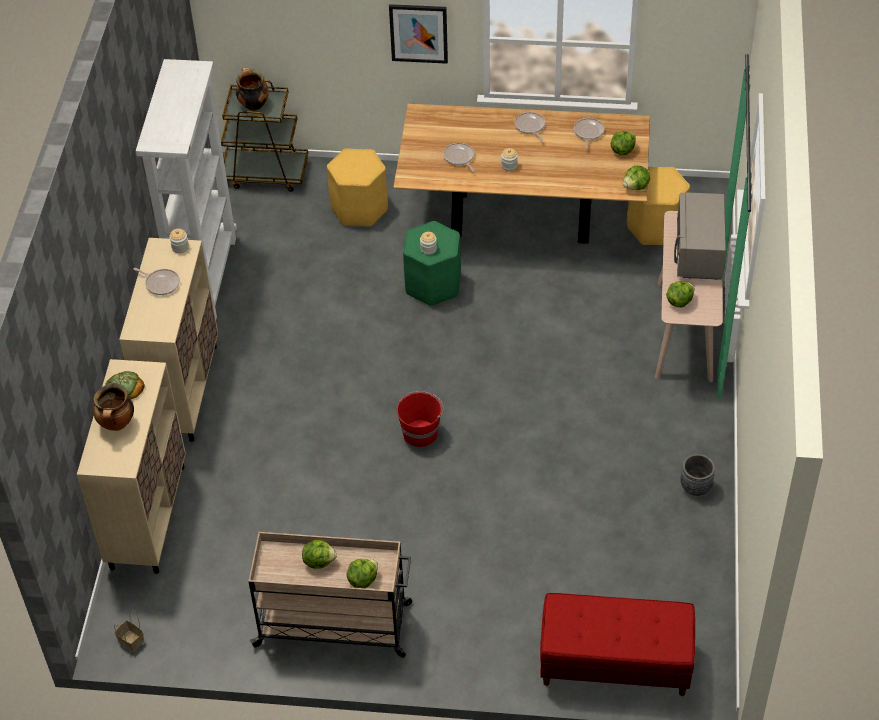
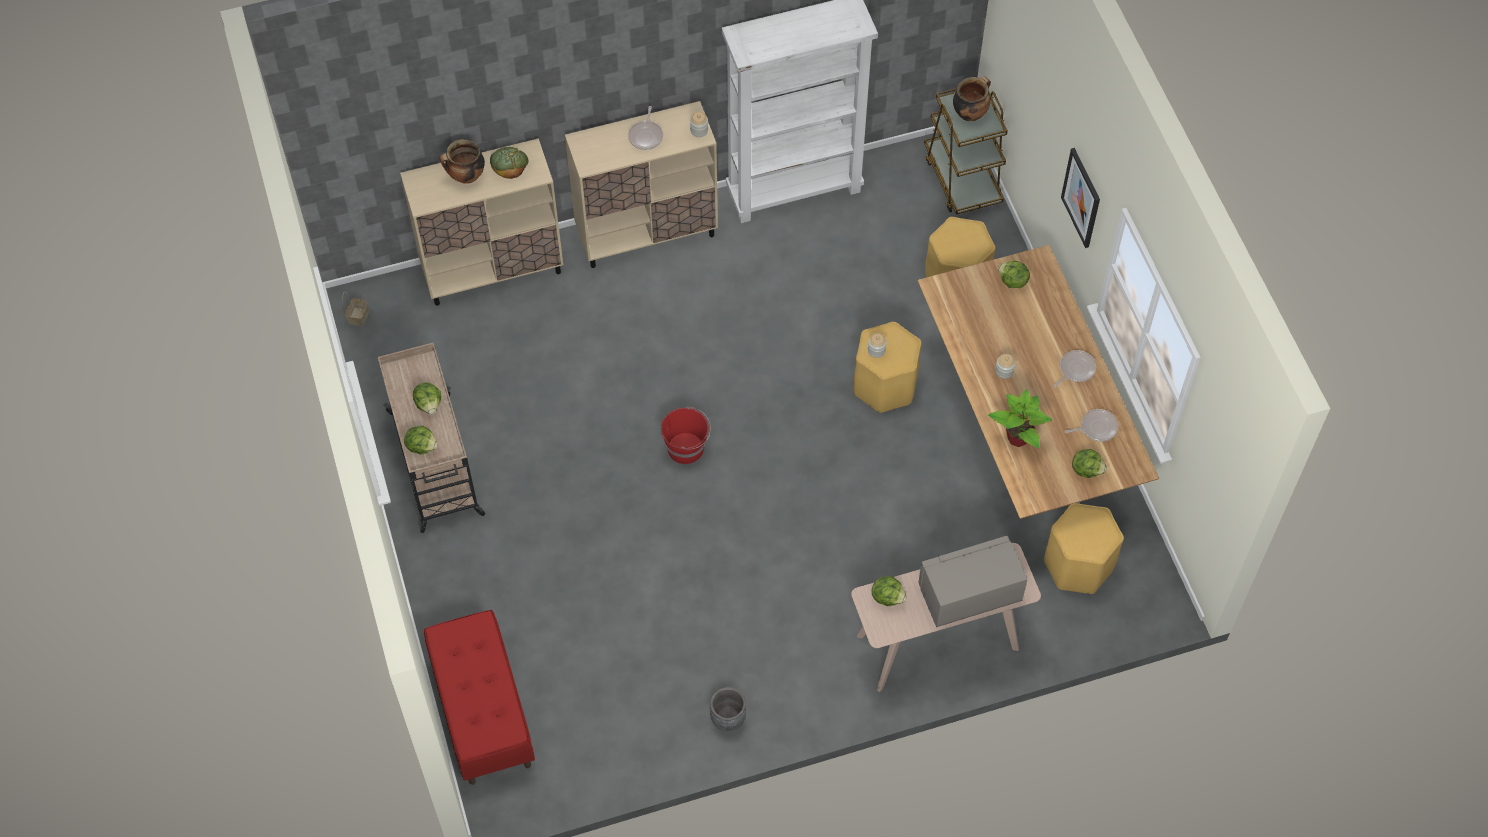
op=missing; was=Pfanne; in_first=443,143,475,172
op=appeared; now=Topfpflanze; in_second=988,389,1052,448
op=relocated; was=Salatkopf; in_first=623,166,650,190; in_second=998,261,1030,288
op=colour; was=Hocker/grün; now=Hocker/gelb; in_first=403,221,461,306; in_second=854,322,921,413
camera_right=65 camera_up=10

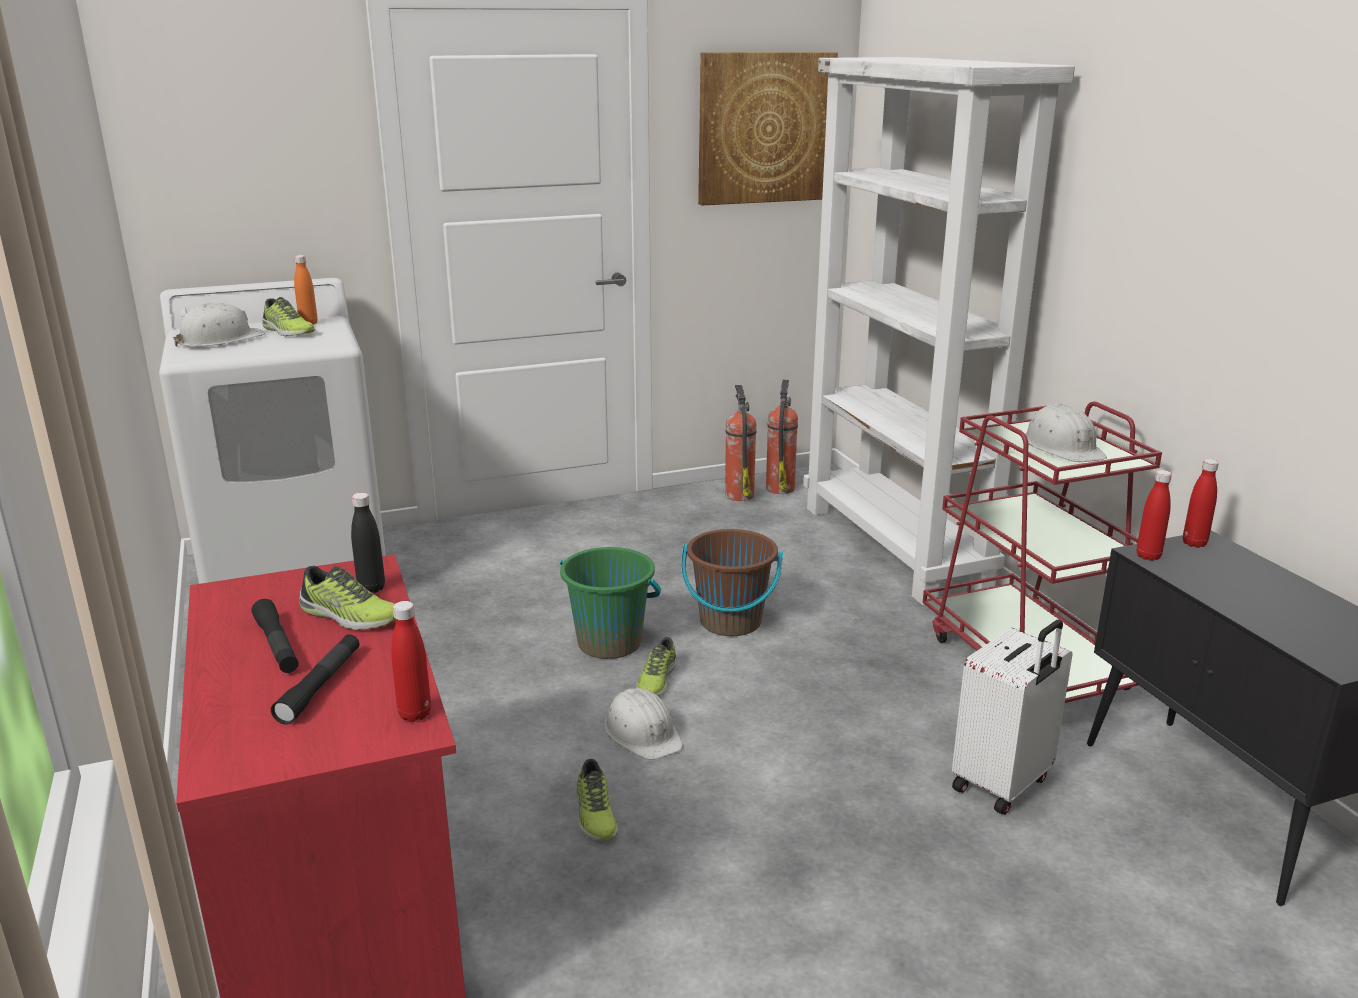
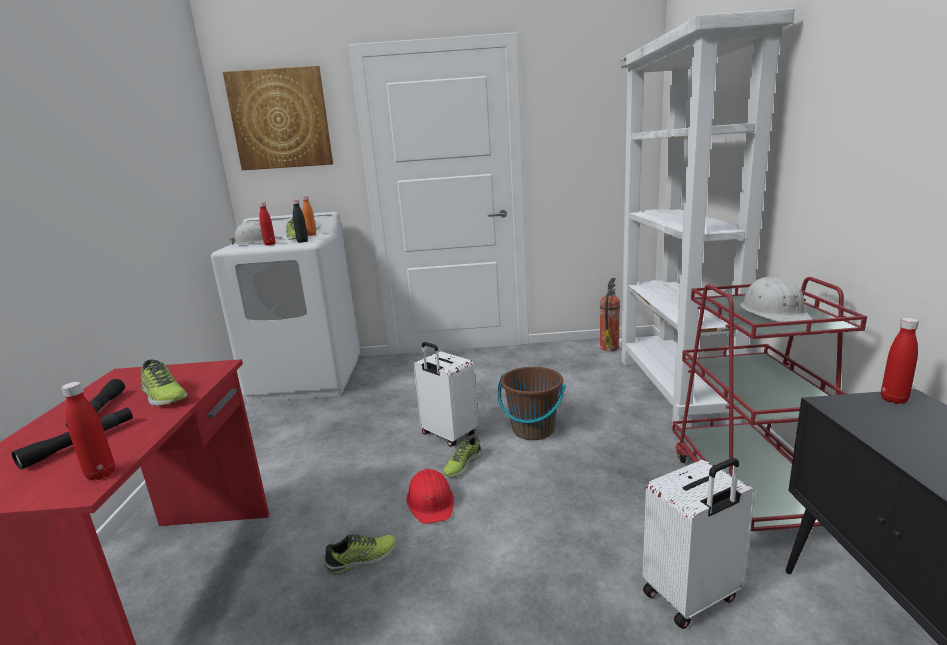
op=missing; was=Feuerlöscher; in_first=725,385,757,501
op=relocated; was=Flasche/schwarz; in_first=351,493,385,593; in_second=292,200,308,243
op=relocated; was=Bild; in_first=698,52,838,205; in_second=223,66,333,170
op=relocated; was=Flasche/rot; in_first=1136,470,1172,561; in_second=259,202,275,245
op=exchanged; was=Eimer/grün; now=Koffer/weiß; in_first=560,547,661,659; in_second=414,342,478,447
op=colour; was=Schutzhelm/weiß; now=Schutzhelm/rot; in_first=604,688,683,760; in_second=407,469,454,524
op=spun; was=Schuh; in_first=576,759,618,840; in_second=324,534,396,575; clockwise=-120
camera_right=20 camera_up=-5

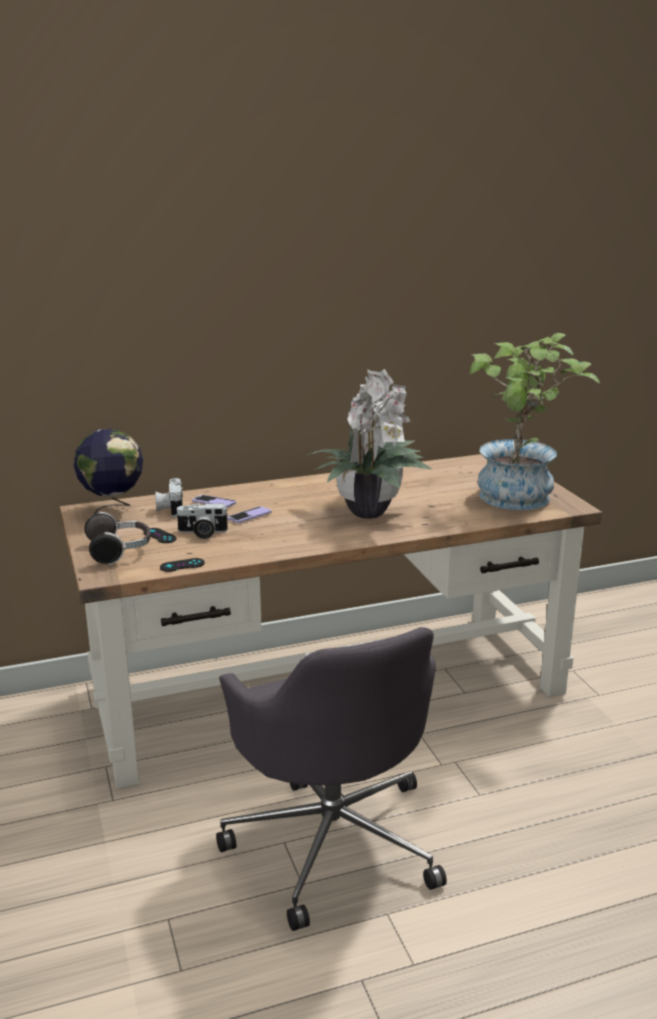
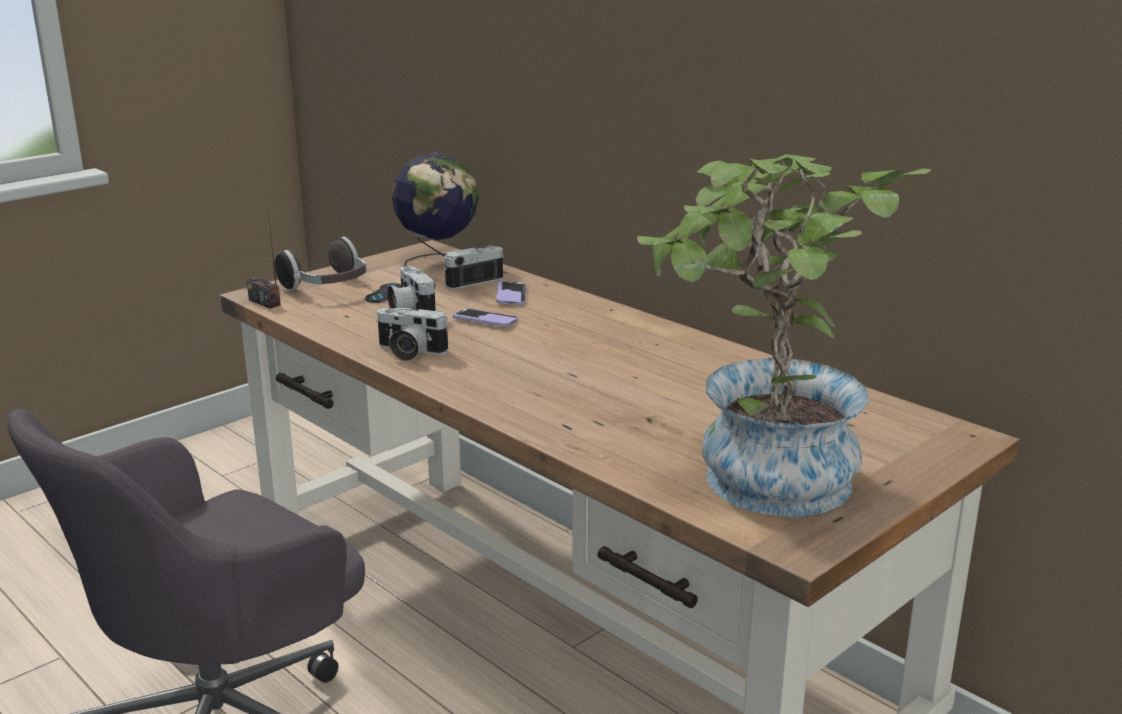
op=missing; was=Gamepad/schwarz; in_first=160,558,205,572
op=missing; was=Topfpflanze; in_first=308,369,432,519
op=appeared; now=Radio; in_second=247,210,281,309
op=appeared; now=Kamera; in_second=376,308,449,361
camera_right=65 camera_up=0

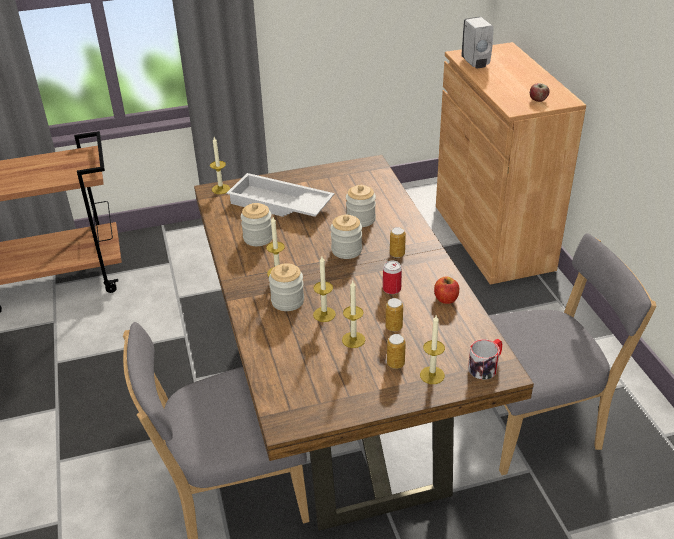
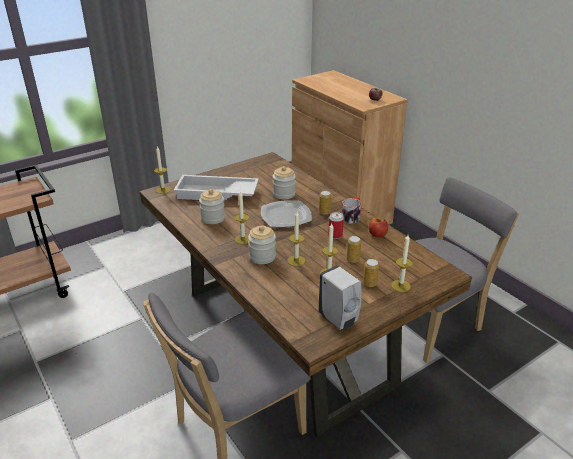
op=relocated; was=Seifenspender/weiß; in_first=461,16,493,69; in_second=318,265,362,330
op=relocated; was=Henkelbecher; in_first=468,339,502,380; in_second=342,197,361,223
op=exchanged; was=Vorratsglas; now=Teller; in_first=331,215,362,259; in_second=261,200,312,227
camera_right=-20 camera_up=-5

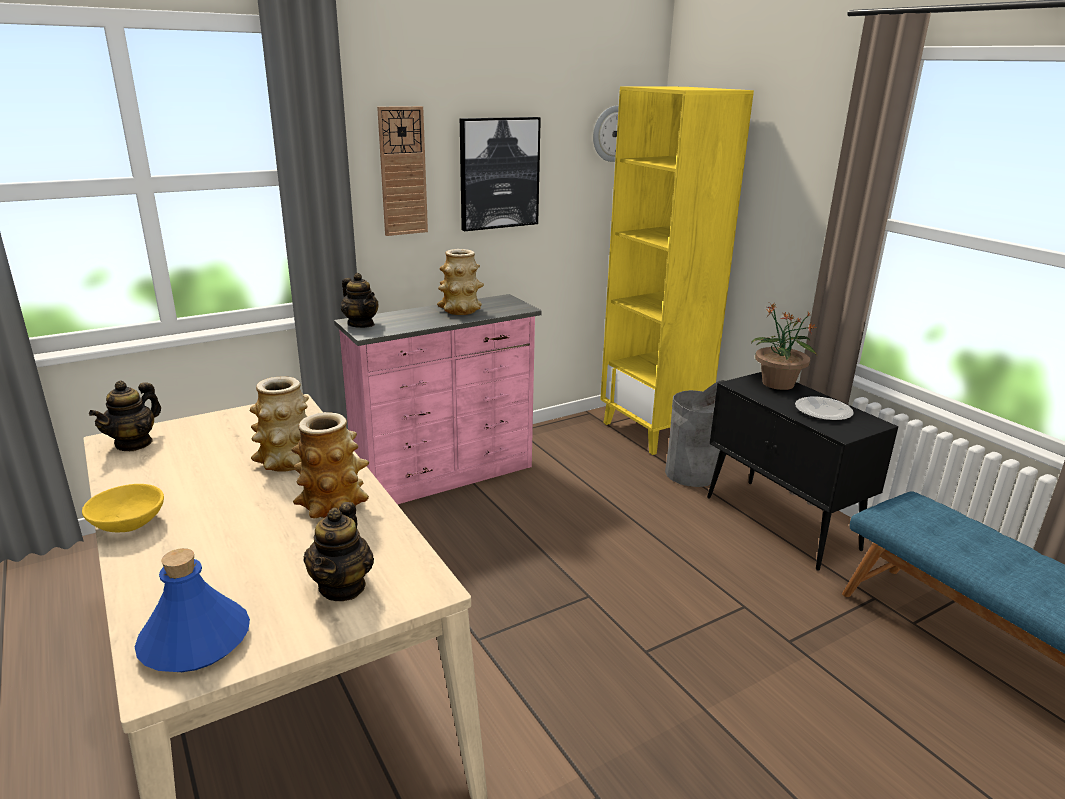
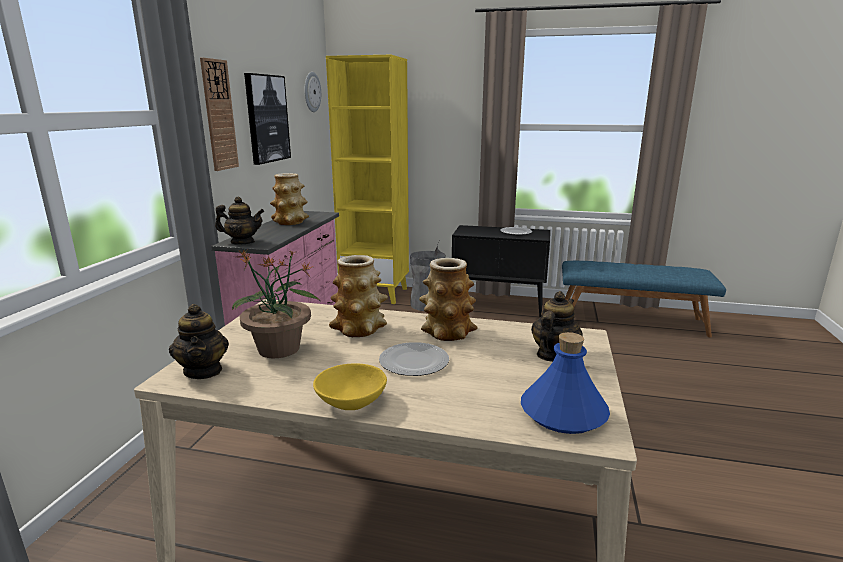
op=appeared; now=Teller; in_second=379,342,449,376
op=relocated; was=Topfpflanze; in_first=751,303,817,390; in_second=232,249,319,358
op=spun; was=Teekanne; in_first=303,502,374,601; in_second=531,291,583,362; clockwise=-105
camera_right=-45 camera_up=-5

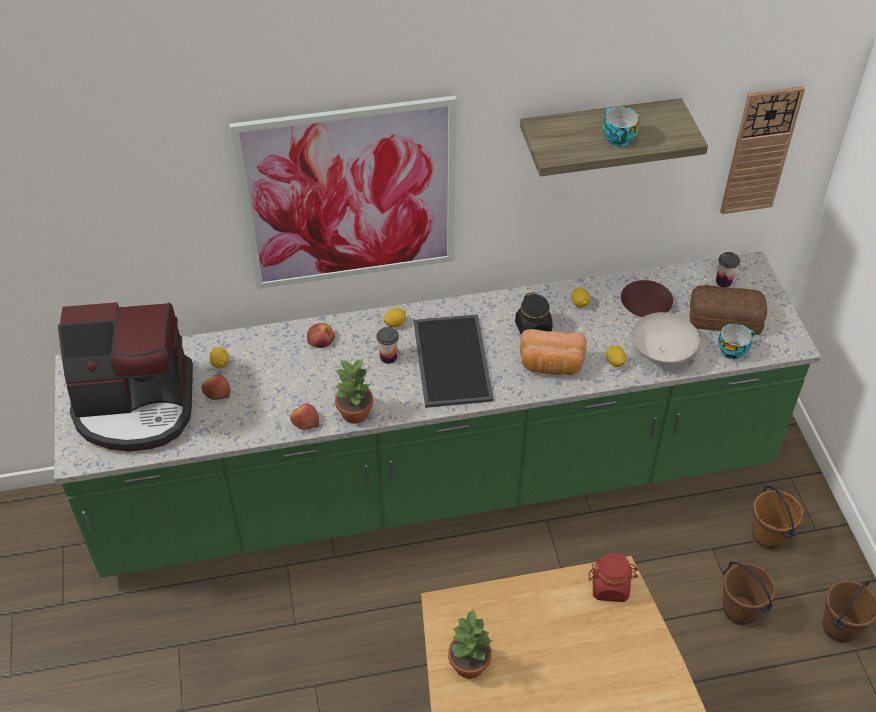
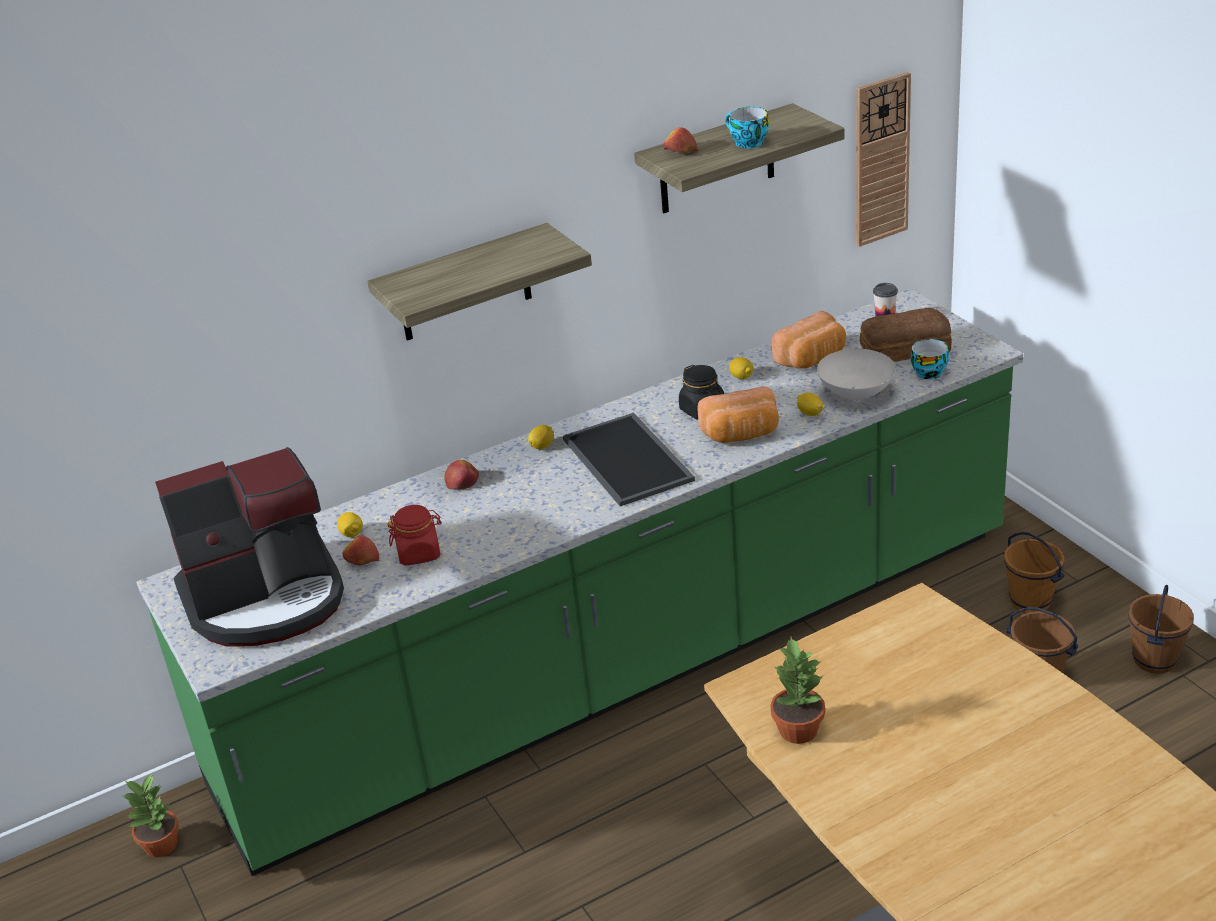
op=missing; was=Tasse; in_first=376,327,399,364
op=relocated; was=Apfel; in_first=290,403,319,430; in_second=663,127,698,153
op=relocated; was=Topfpflanze; in_first=334,359,373,424; in_second=121,773,179,857
op=relocated; was=Vorratsglas/rot; in_first=589,552,638,602; in_second=388,505,442,566
op=exchanged; was=Bild; now=Wandregal; in_first=229,96,457,289; in_second=367,223,592,341
op=exchanged; was=Teller/braun; now=Brot; in_first=621,280,673,317; in_second=772,311,846,369
camera_right=-15 camera_up=-15

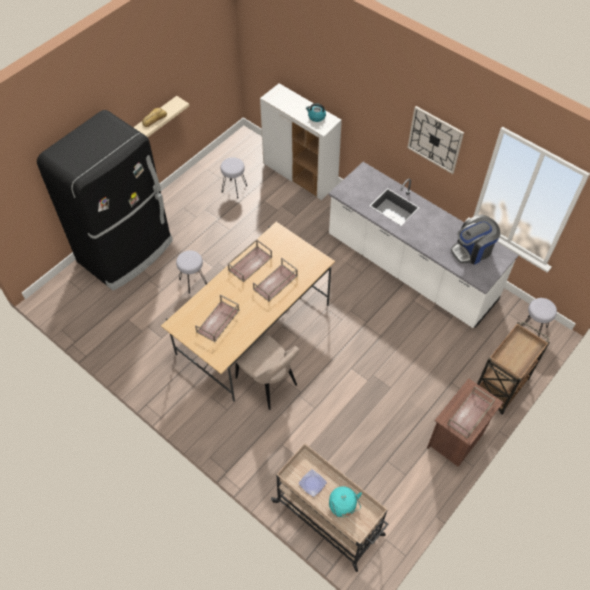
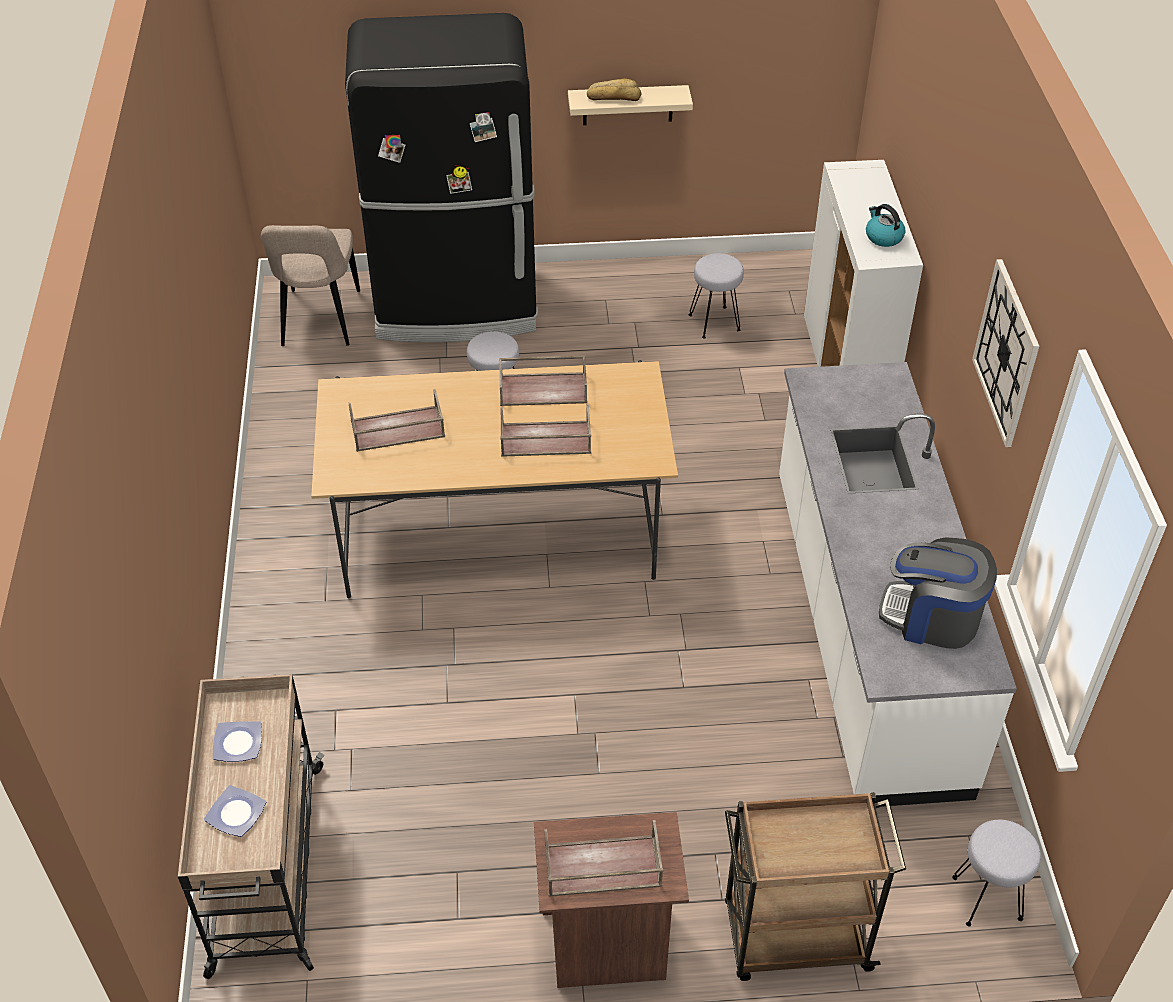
op=relocated; was=Stuhl/beige; in_first=235,333,299,410; in_second=261,225,360,346
op=exchanged; was=Wasserkessel/türkis; now=Teller; in_first=329,486,362,517; in_second=204,785,267,837
camera_right=45 camera_up=-10

